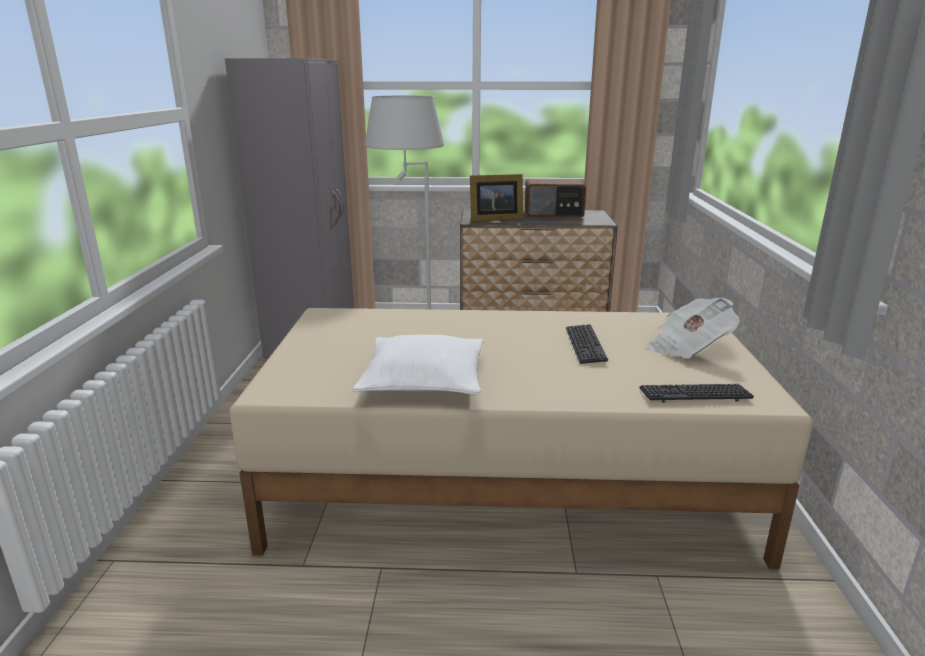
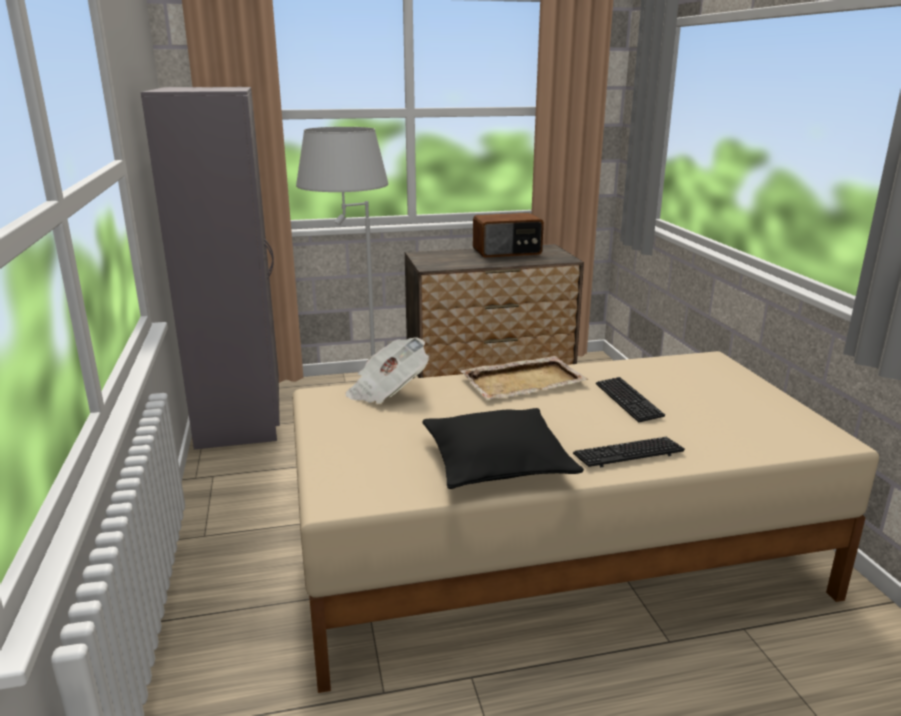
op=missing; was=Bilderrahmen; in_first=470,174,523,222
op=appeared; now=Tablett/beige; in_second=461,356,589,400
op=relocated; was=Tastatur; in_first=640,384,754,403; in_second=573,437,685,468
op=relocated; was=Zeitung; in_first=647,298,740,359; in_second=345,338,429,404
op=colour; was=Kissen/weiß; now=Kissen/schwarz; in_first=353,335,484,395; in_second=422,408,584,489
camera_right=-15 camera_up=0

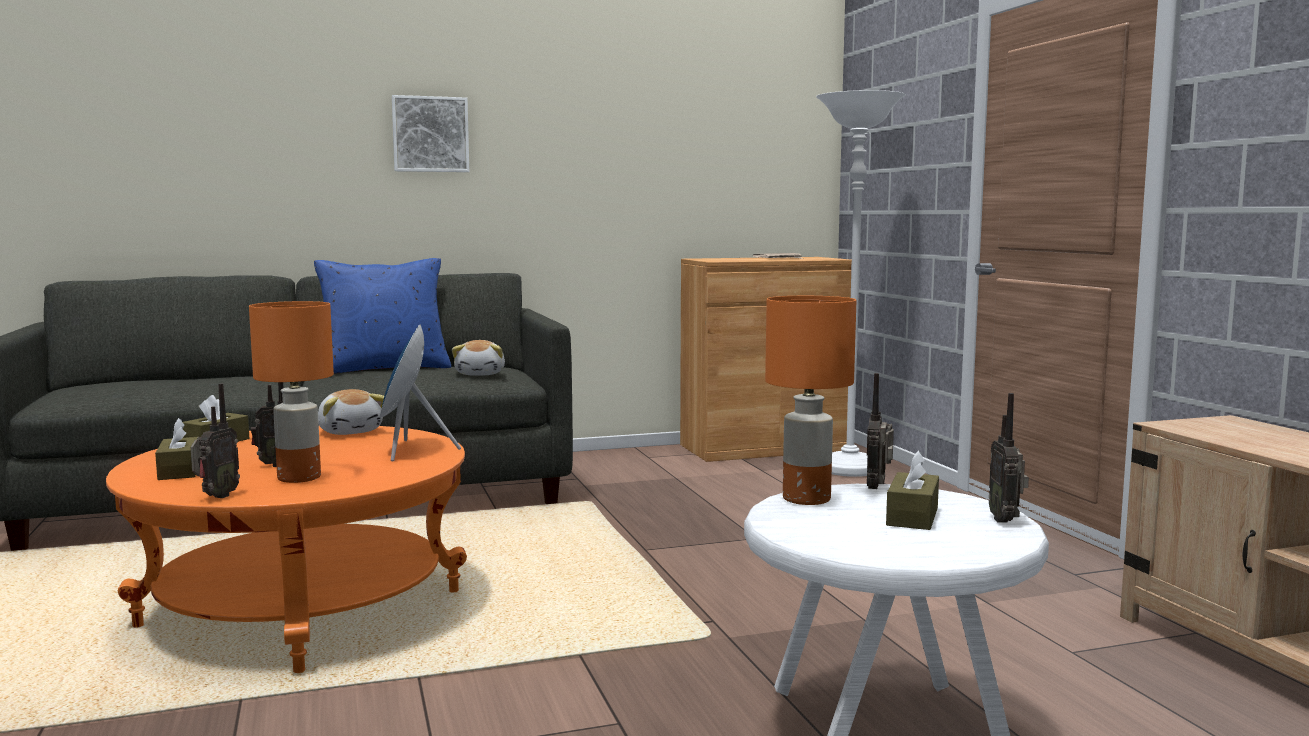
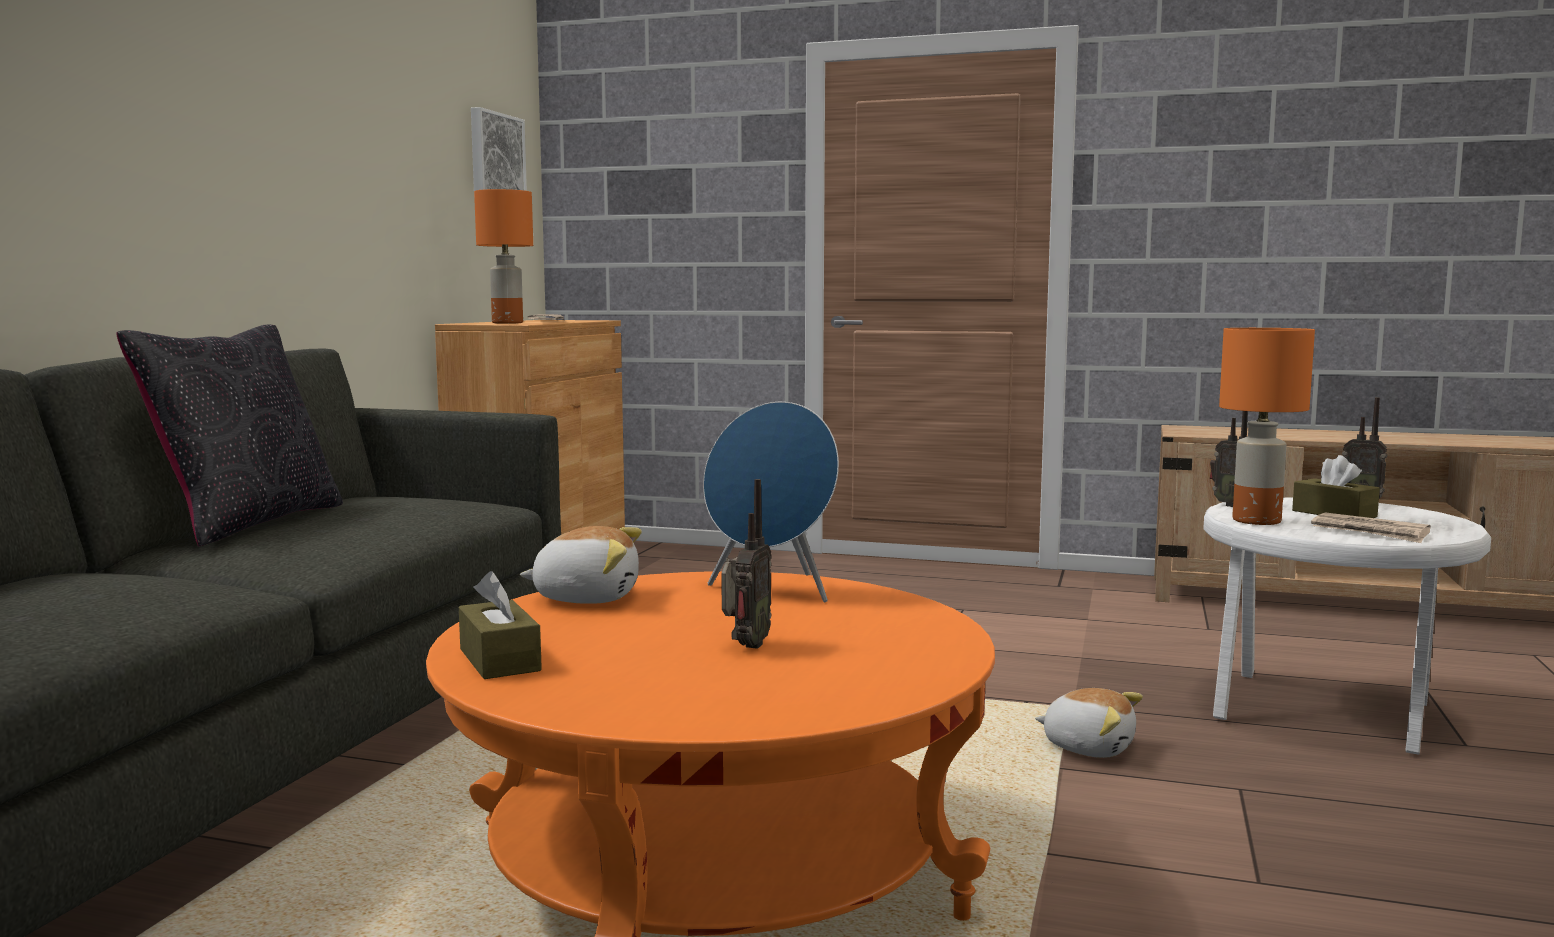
op=missing; was=Taschentuchbox/braun; in_first=155,418,198,480
op=missing; was=Radio; in_first=190,383,240,498
op=missing; was=Stehlampe/weiß; in_first=816,90,906,477
op=appeared; now=Zeitung; in_second=1311,512,1431,543
op=relocated; was=Tischlampe/orange; in_first=249,301,334,483; in_second=474,189,533,324
op=relocated; was=Bild; in_first=392,95,469,172; in_second=471,107,527,191
op=relocated; was=Plüschtier; in_first=452,340,505,376; in_second=1035,688,1143,758
op=colour; was=Kissen/blau; now=Kissen/schwarz; in_first=314,258,451,374; in_second=116,324,343,546
camera_right=-55 camera_up=0

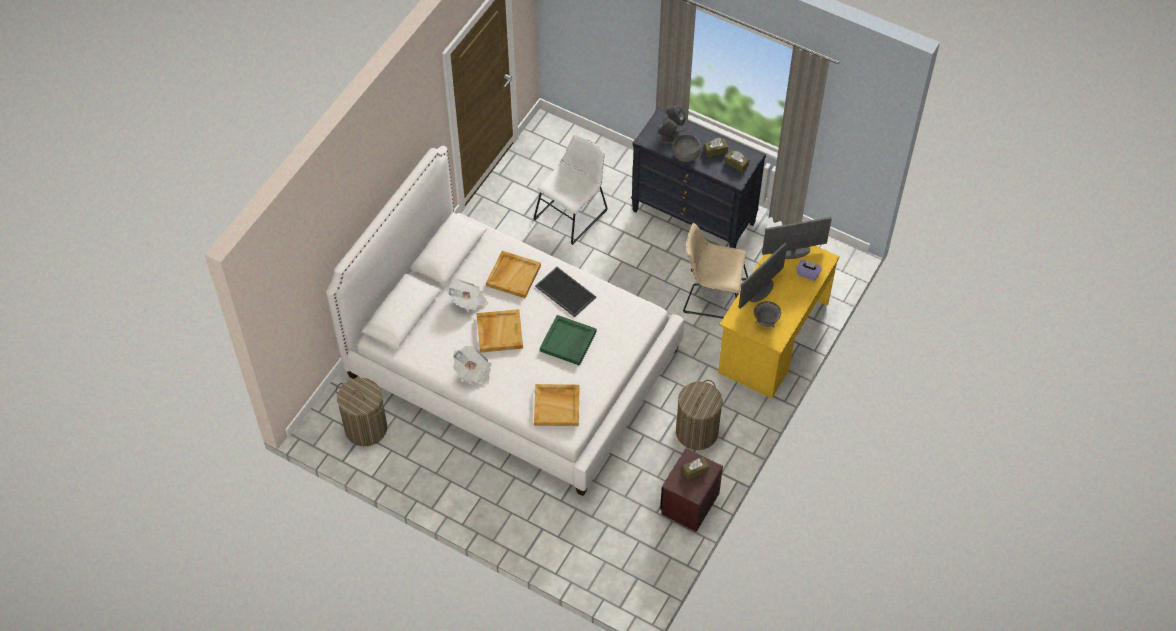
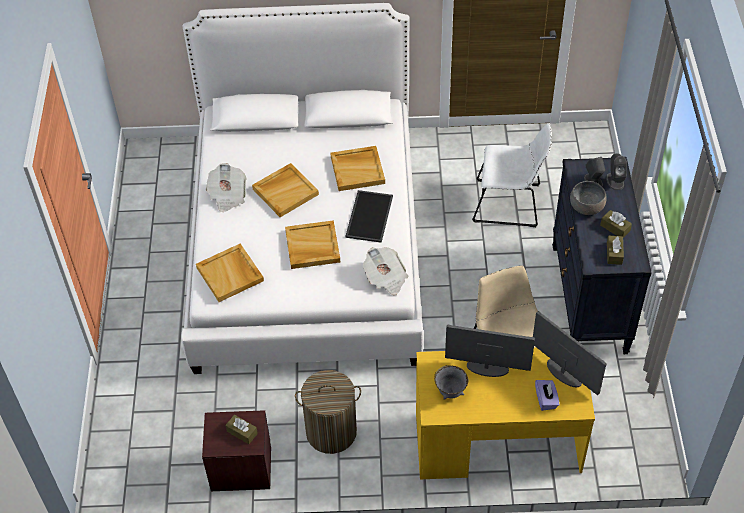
op=missing; was=Wäschekorb; in_first=336,378,387,446
op=relocated; was=Zeitung; in_first=447,279,488,311; in_second=363,247,408,295
op=colour; was=Tablett/grün; now=Tablett/beige; in_first=540,315,596,366; in_second=285,220,340,269
camera_right=60 camera_up=-5

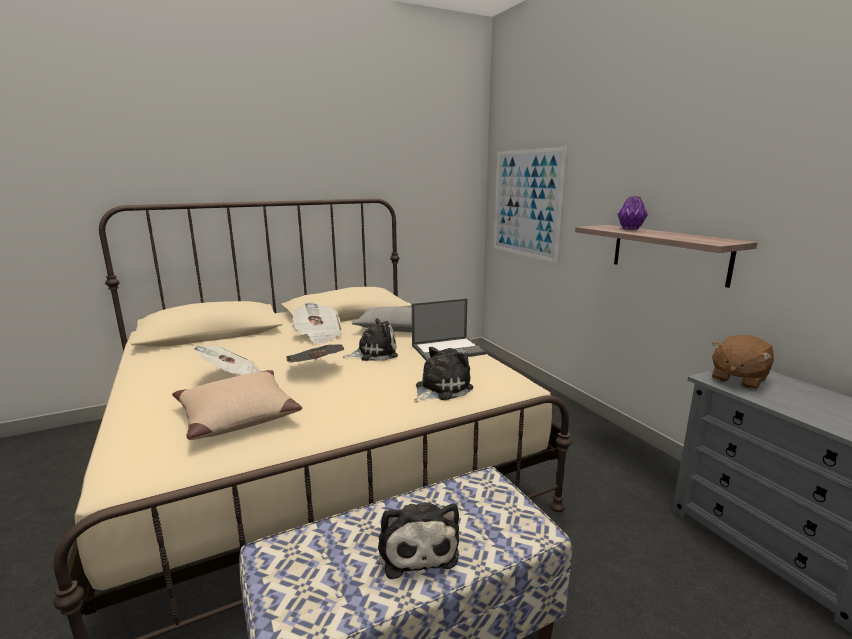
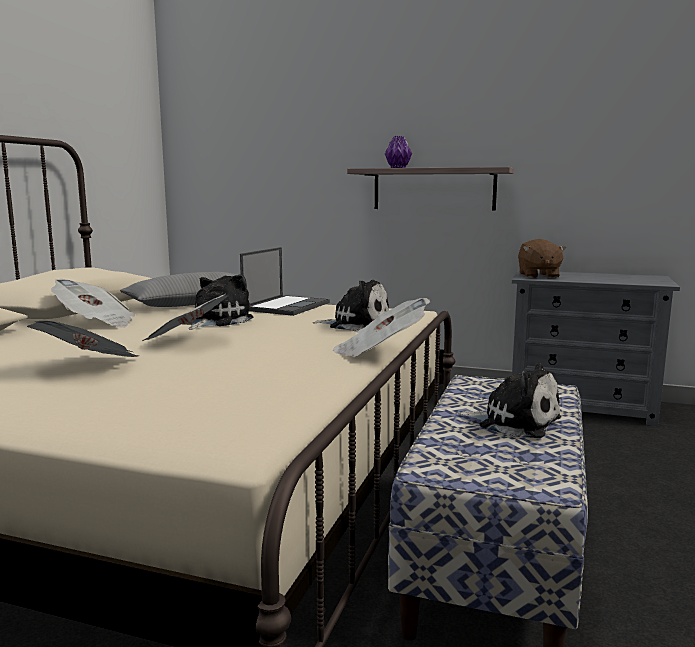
op=missing; was=Kissen/beige; in_first=172,370,302,440
op=missing; was=Bild; in_first=494,147,567,263
op=appeared; now=Zeitung; in_second=332,298,431,357
op=spun; was=Plüschtier; in_first=414,347,473,403; in_second=313,280,389,332; clockwise=105
camera_right=-45 camera_up=-5

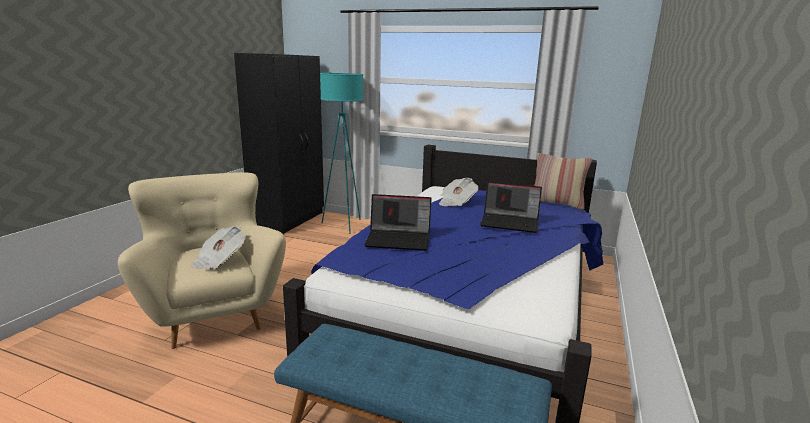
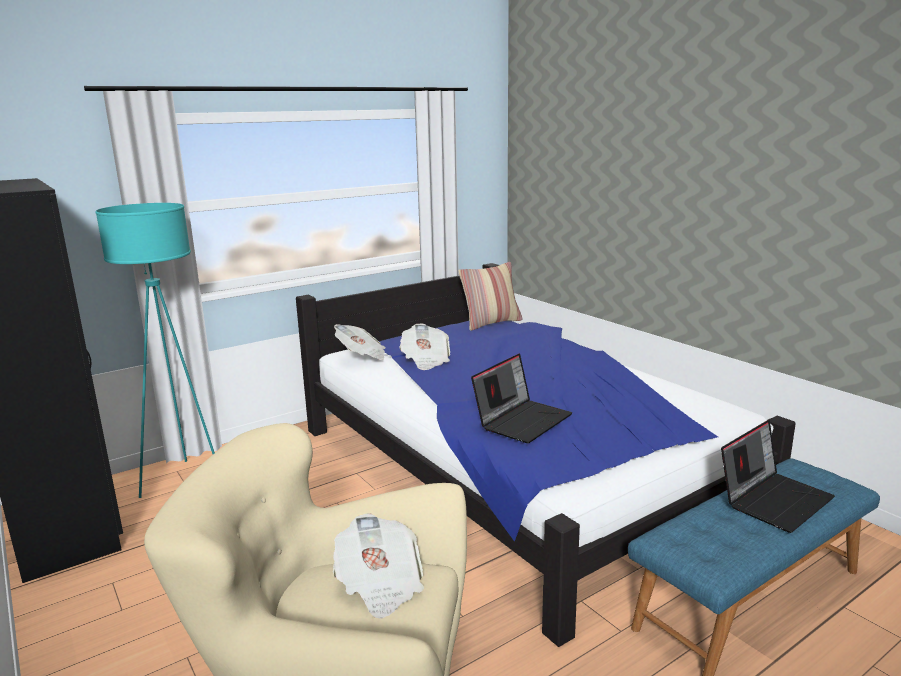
op=appeared; now=Zeitung; in_second=334,324,386,360
op=relocated; was=Laptop; in_first=480,182,542,233; in_second=721,420,835,533
camera_right=-55 camera_up=0

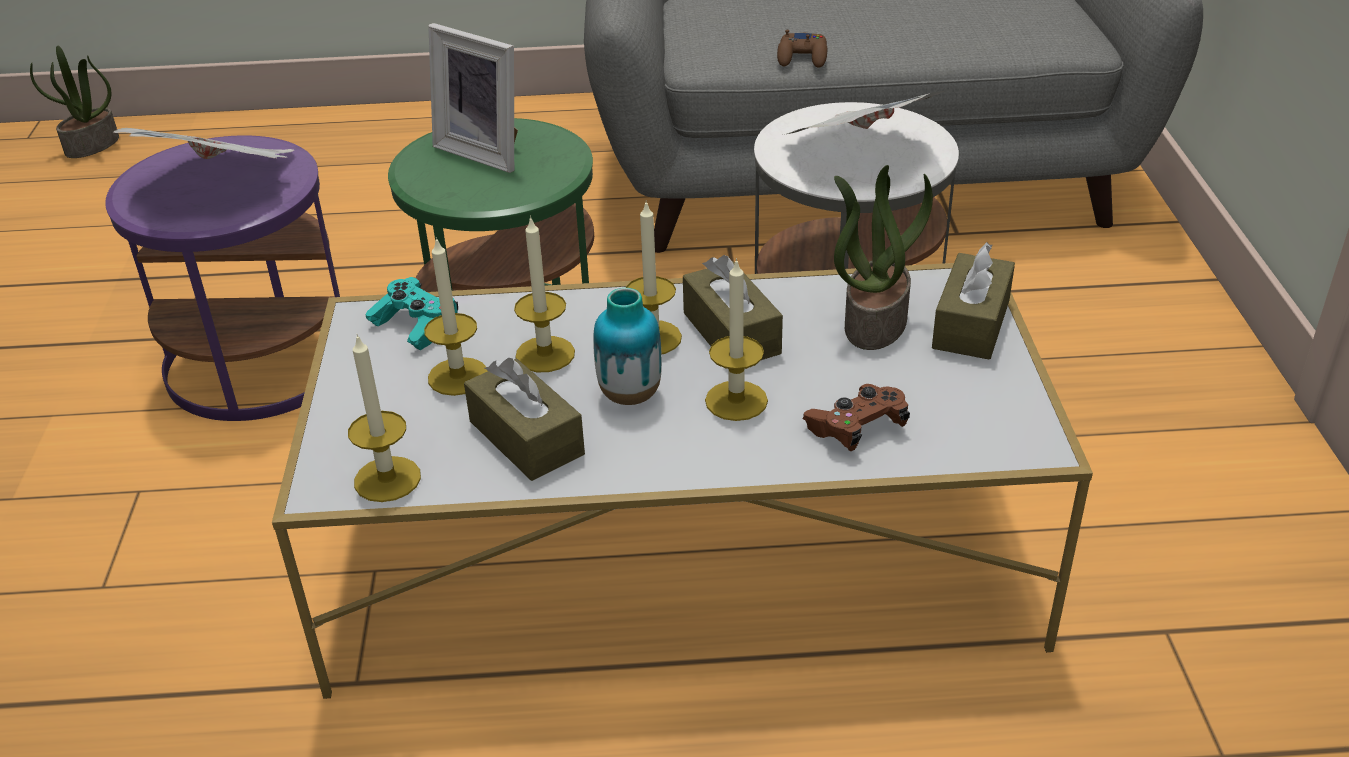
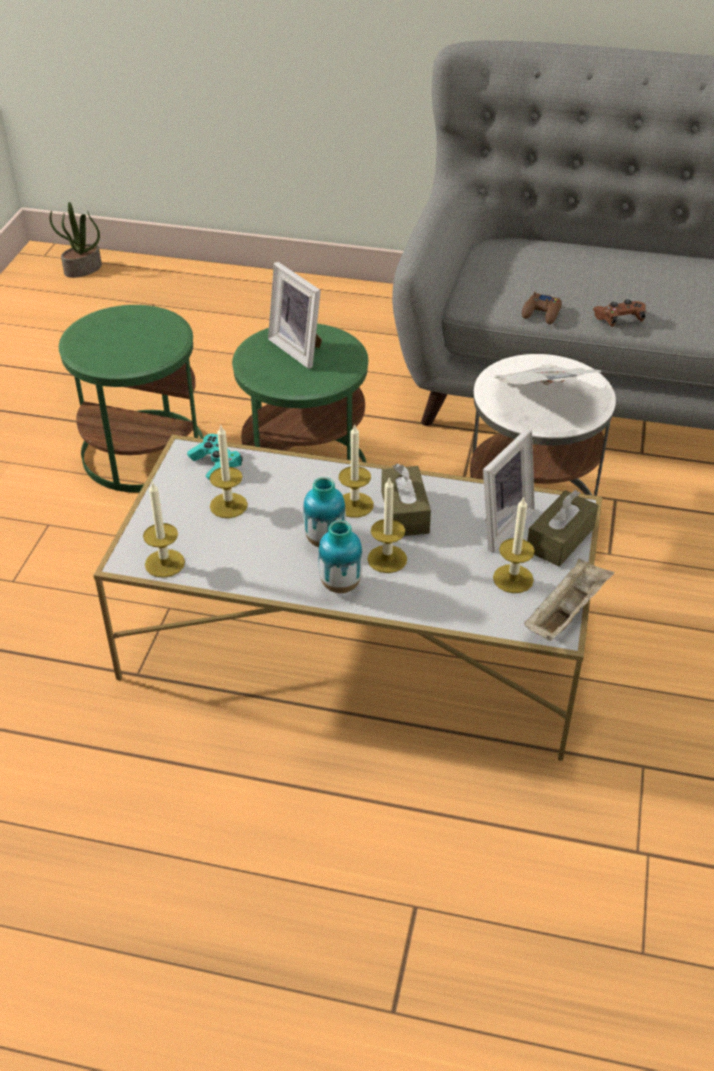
op=missing; was=Zeitung; in_first=114,128,294,159
op=missing; was=Taschentuchbox/braun; in_first=464,358,585,481
op=appeared; now=Vase; in_second=318,520,363,593
op=appeared; now=Tablett/beige; in_second=524,558,614,641
op=relocated; was=Kerze; in_first=514,216,575,372; in_second=493,496,535,593
op=relocated; was=Gamepad/braun; in_first=802,384,910,451; in_second=593,299,646,327
op=exchanged; was=Topfpflanze; now=Bilderrahmen; in_first=834,165,933,350; in_second=483,428,535,552
op=colour; was=Beistelltisch/lila; now=Beistelltisch/grün; in_first=105,135,340,421; in_second=59,305,203,492
camera_right=15 camera_up=5

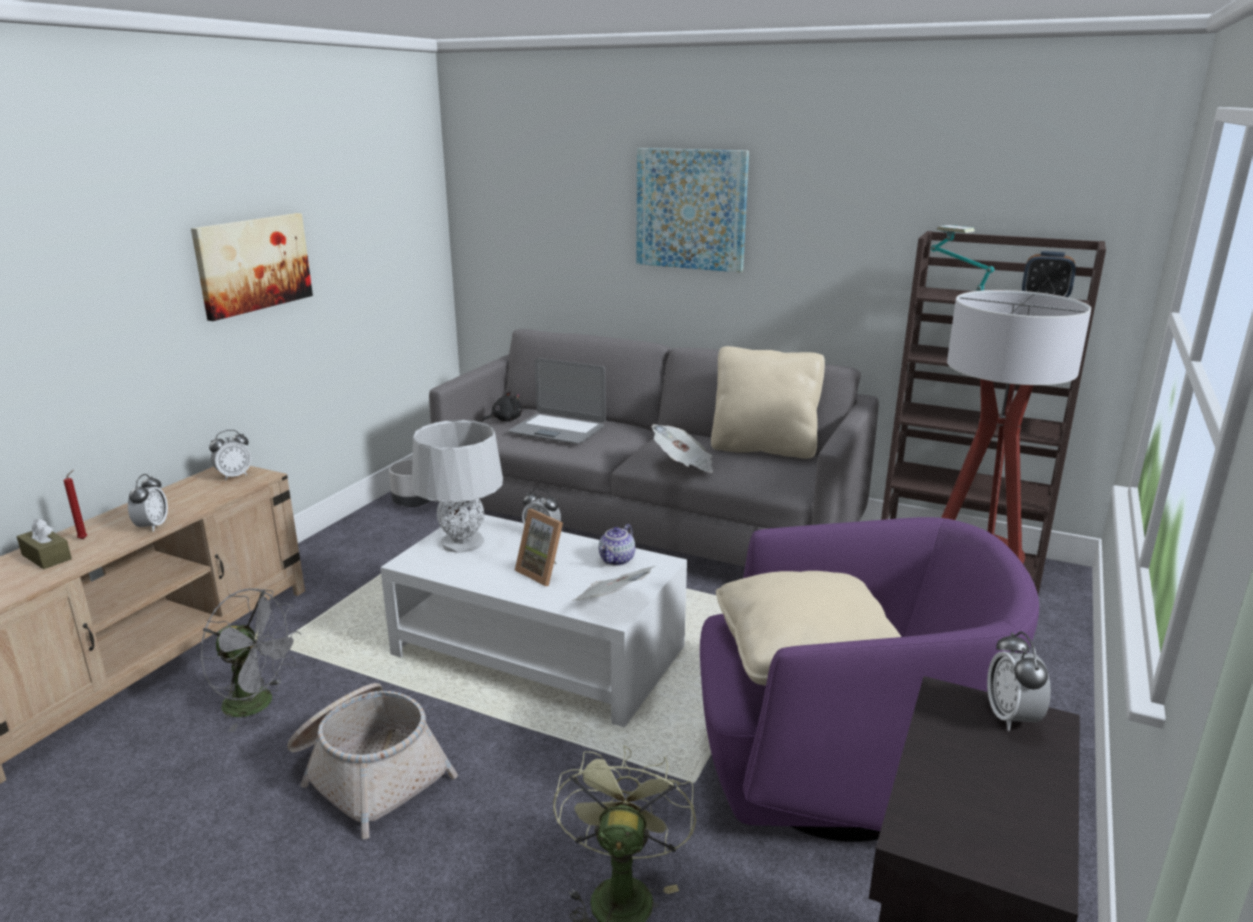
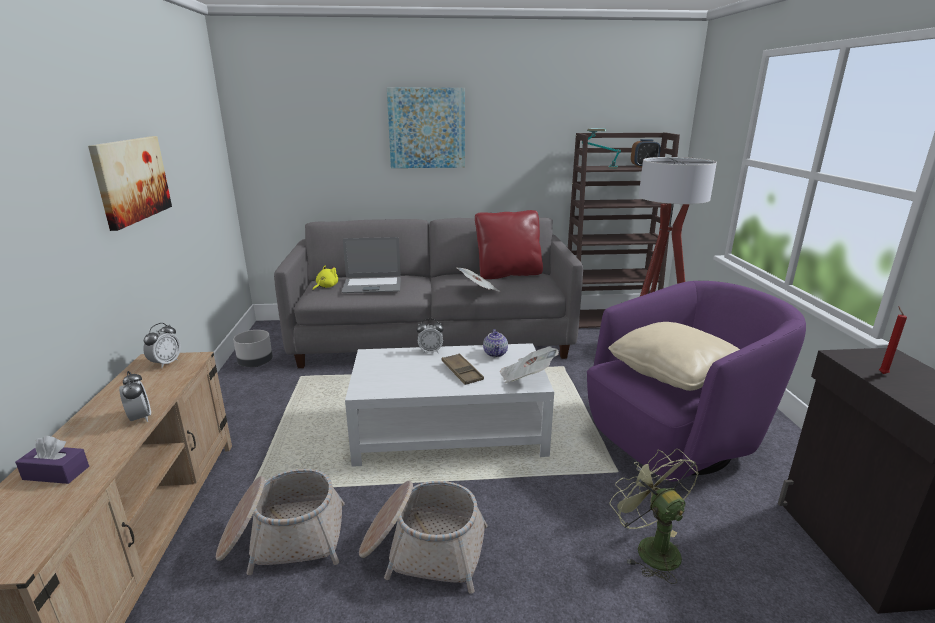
op=missing; was=Tischlampe/grau; in_first=412,420,503,553
op=missing; was=Wecker; in_first=987,631,1051,731
op=relocated; was=Kerze/rot; in_first=63,470,87,539; in_second=879,306,907,374
op=exchanged; was=Ventilator/grau; now=Korb; in_first=200,588,302,732; in_second=216,469,345,575
op=exchanged; was=Bilderrahmen; now=Tablett/braun; in_first=515,509,563,586; in_second=442,353,484,385
op=colour; was=Taschentuchbox/braun; now=Taschentuchbox/lila; in_first=17,518,72,569; in_second=15,436,89,484
op=colour; was=Plüschtier/schwarz; now=Plüschtier/gelb; in_first=481,391,522,422; in_second=313,265,338,290
op=colour; was=Kissen/beige; now=Kissen/rot; in_first=711,346,825,459; in_second=475,210,543,279
camera_right=-30 camera_up=0

